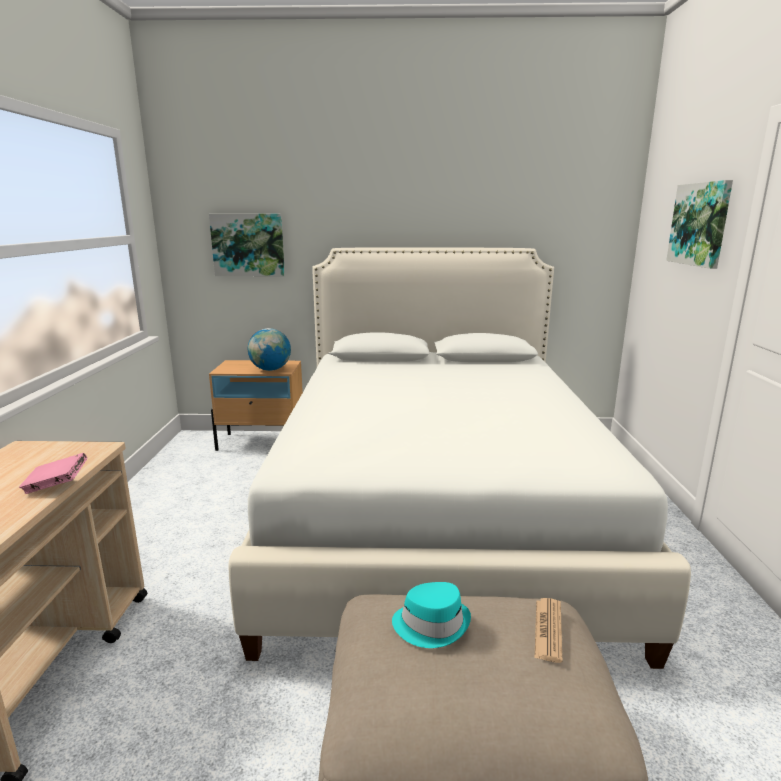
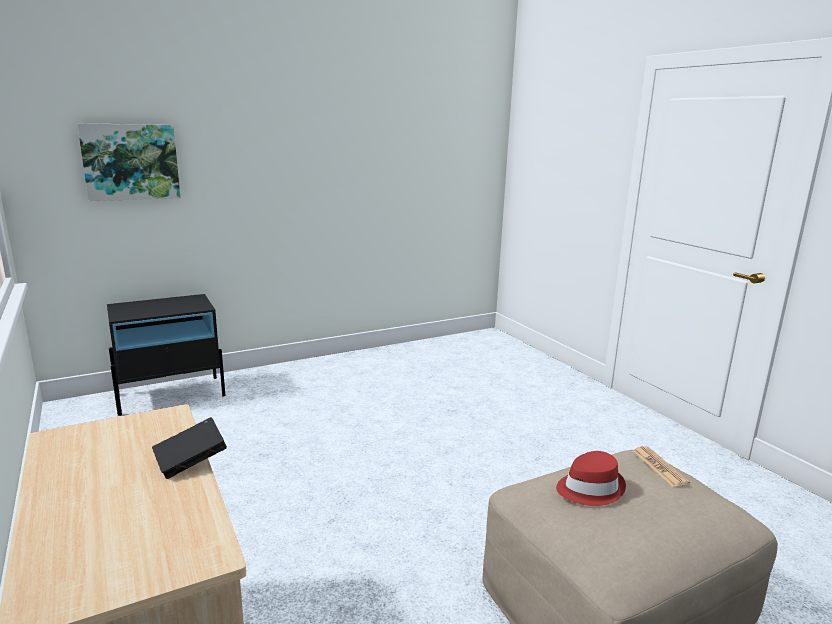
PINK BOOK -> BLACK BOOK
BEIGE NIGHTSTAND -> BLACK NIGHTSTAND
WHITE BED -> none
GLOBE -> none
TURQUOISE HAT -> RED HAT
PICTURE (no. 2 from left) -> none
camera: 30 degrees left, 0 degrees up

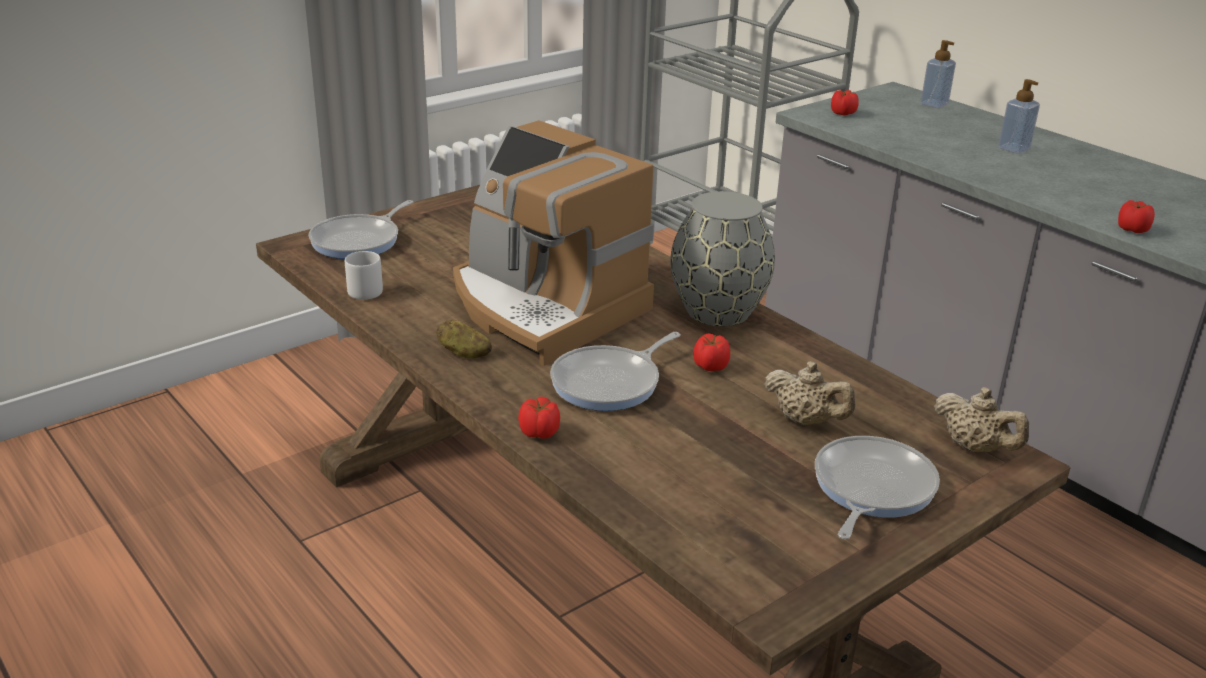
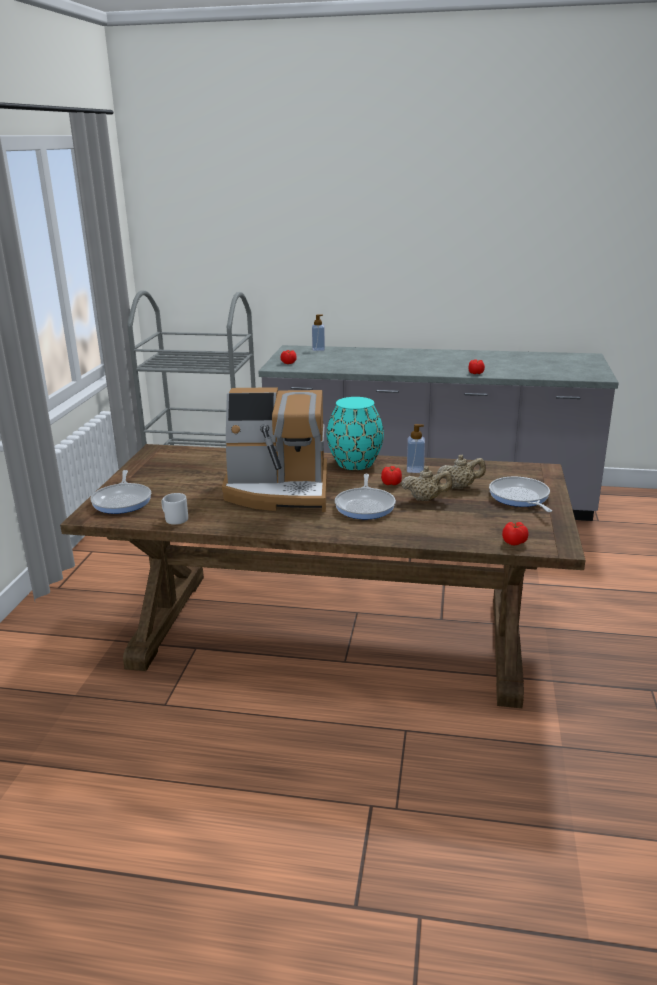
POTATO -> none
TOMATO (no. 1 from left in the first image) -> TOMATO (no. 4 from left), shifted
GREY VASE -> TURQUOISE VASE
BEIGE TEAPOT (no. 2 from left in the first image) -> BEIGE TEAPOT (no. 1 from left), shifted
SOAP DISPENSER (no. 2 from left), shifted
camera: 40 degrees left, 5 degrees down

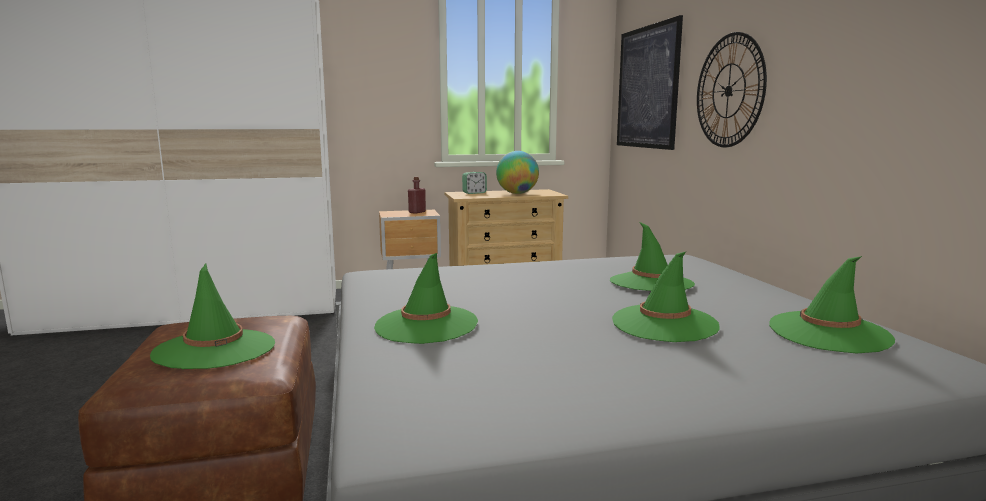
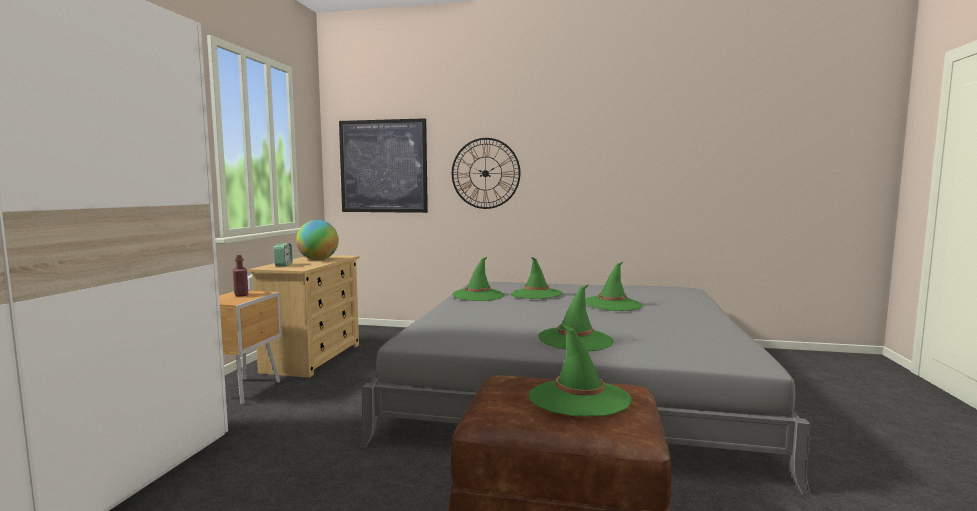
GREEN HAT (no. 5 from left in the first image) -> GREEN HAT (no. 1 from left), shifted
camera: 65 degrees left, 5 degrees down

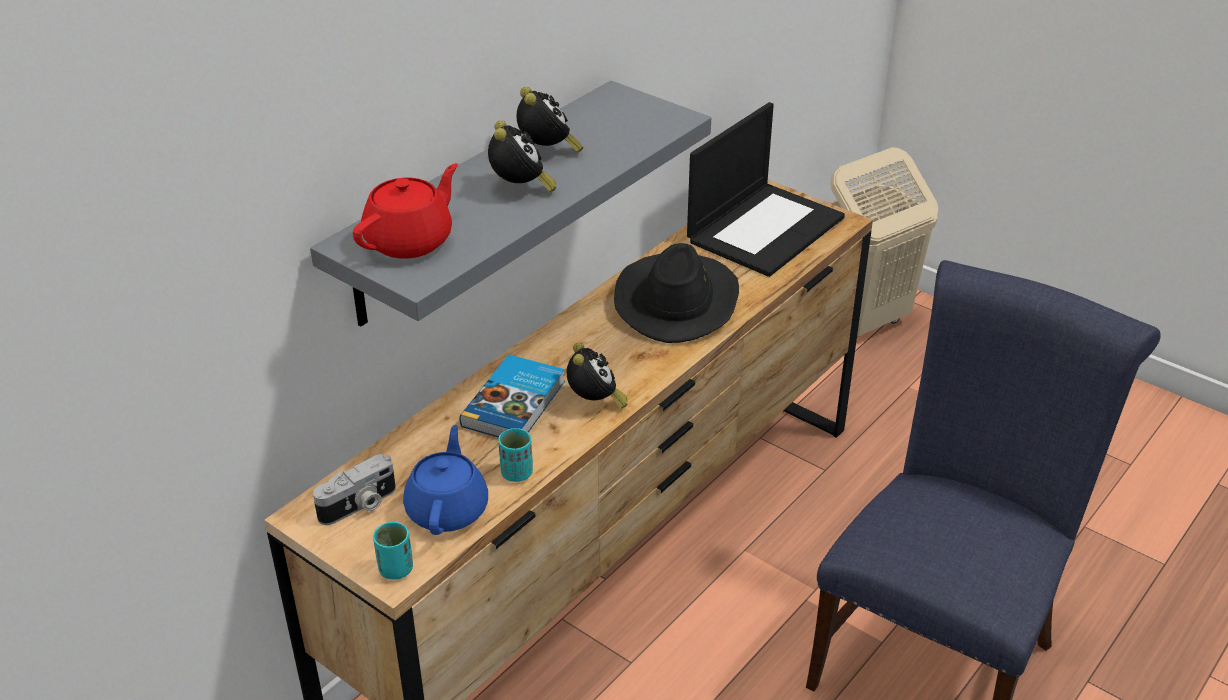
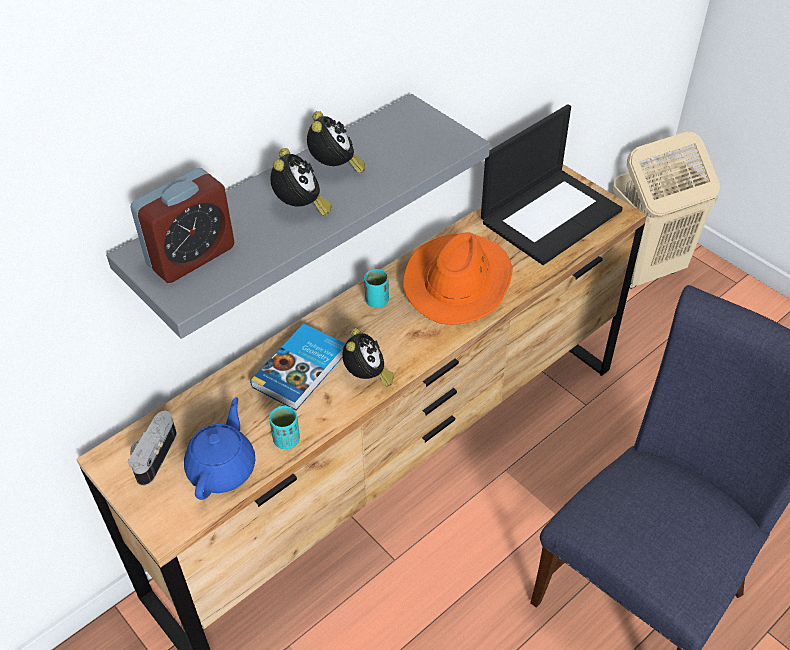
PHOTO CAMERA, 135 degrees clockwise
RED TEAPOT -> ALARM CLOCK (no. 1 from left)
TURQUOISE CUP (no. 1 from left in the first image) -> TURQUOISE CUP (no. 2 from left), shifted
BLACK HAT -> ORANGE HAT
camera: 10 degrees right, 10 degrees up

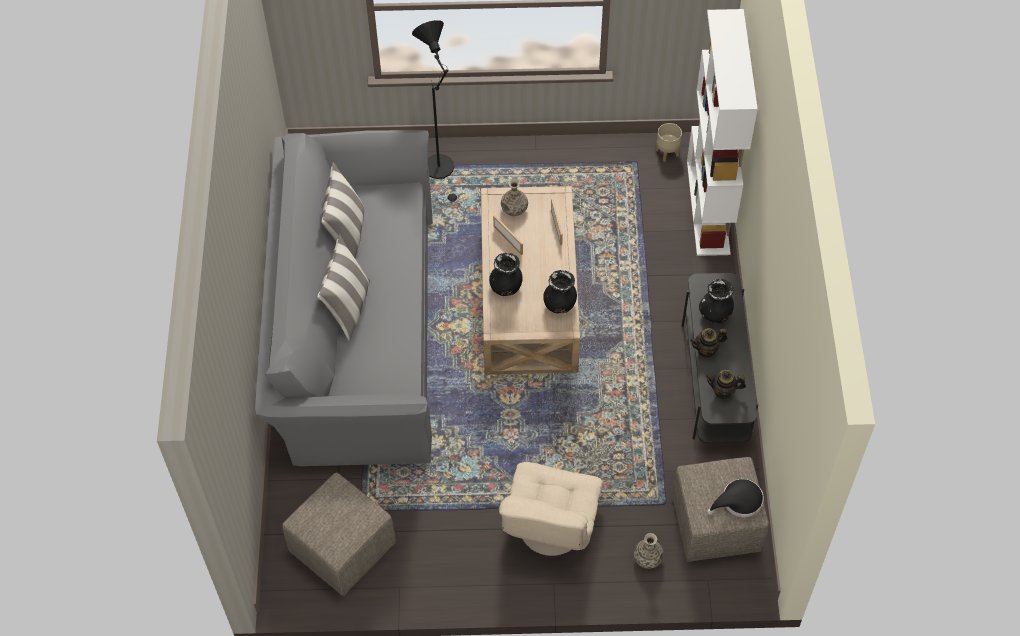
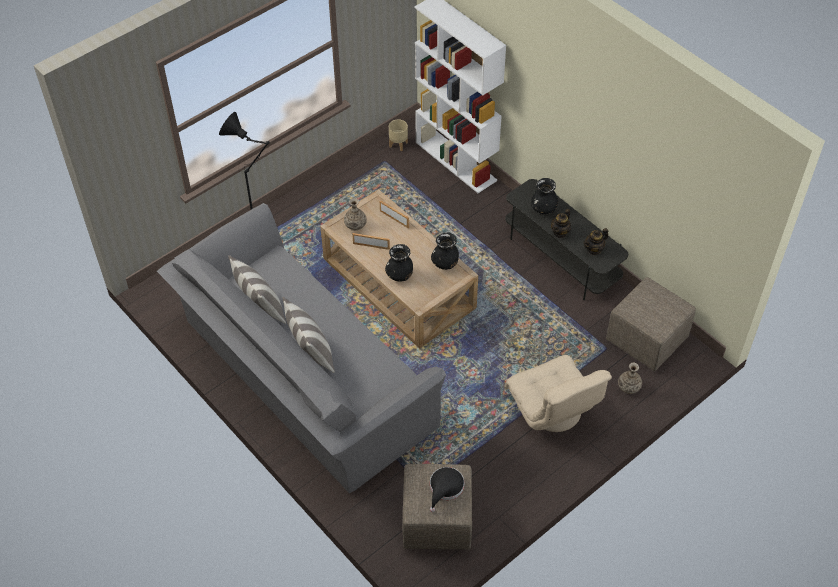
BLACK HAT, shifted
camera: 40 degrees left, 5 degrees down

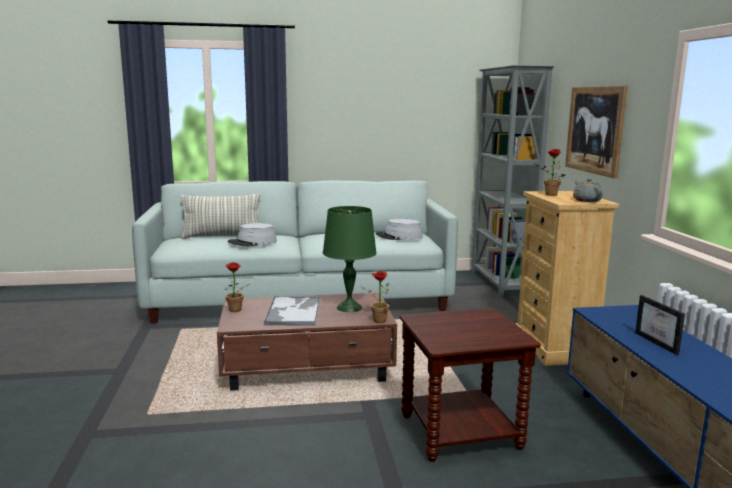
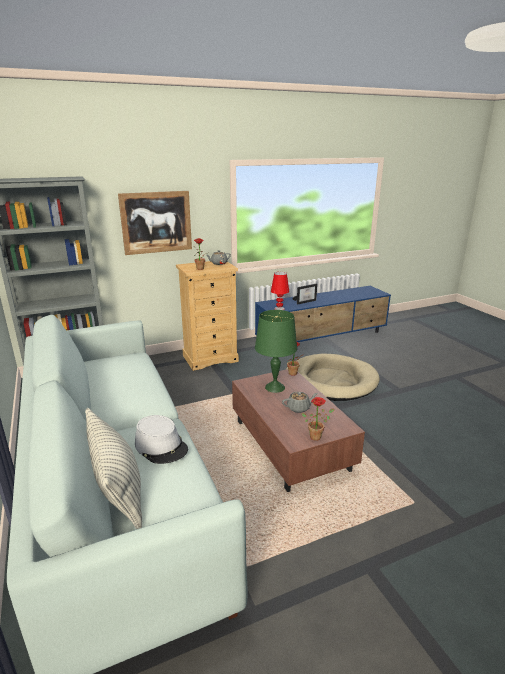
TRAY -> GREY TEAPOT (no. 2 from left)
GREY HAT (no. 2 from left) -> none
BROWN SIDE TABLE -> BEIGE DOG BED
none -> RED TABLE LAMP
camera: 105 degrees left, 10 degrees up

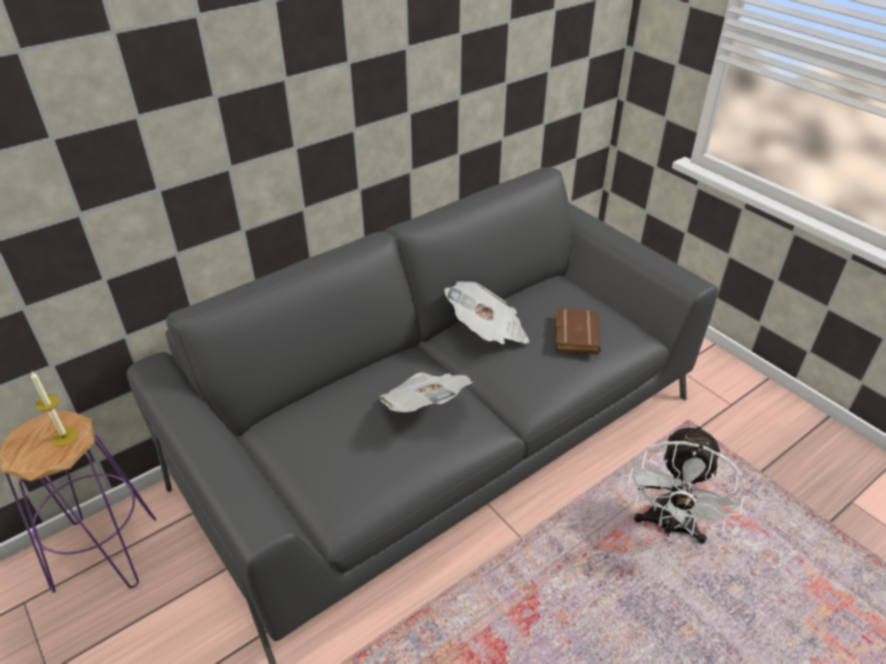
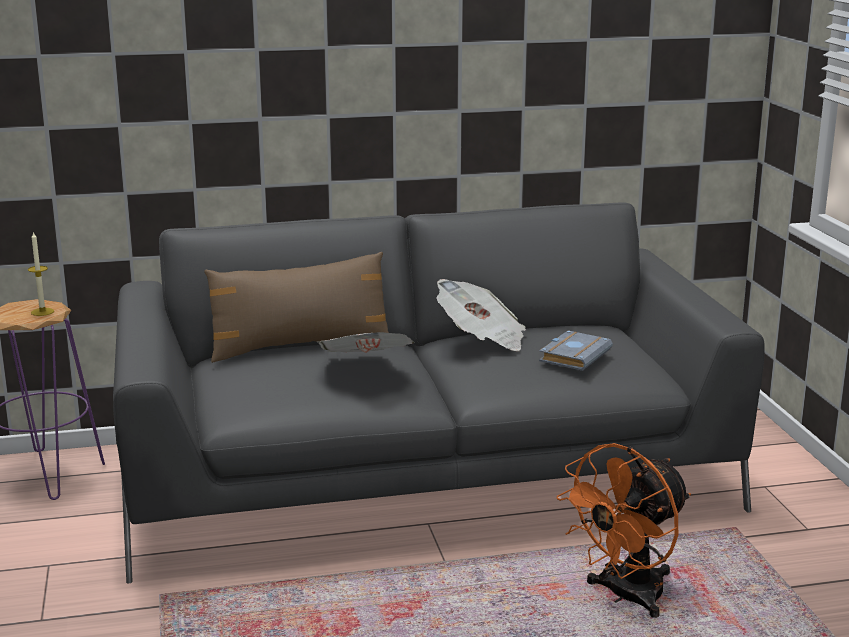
BROWN BOOK -> GREY BOOK
WHITE FAN -> ORANGE FAN
none -> BROWN PILLOW
camera: 25 degrees right, 20 degrees down

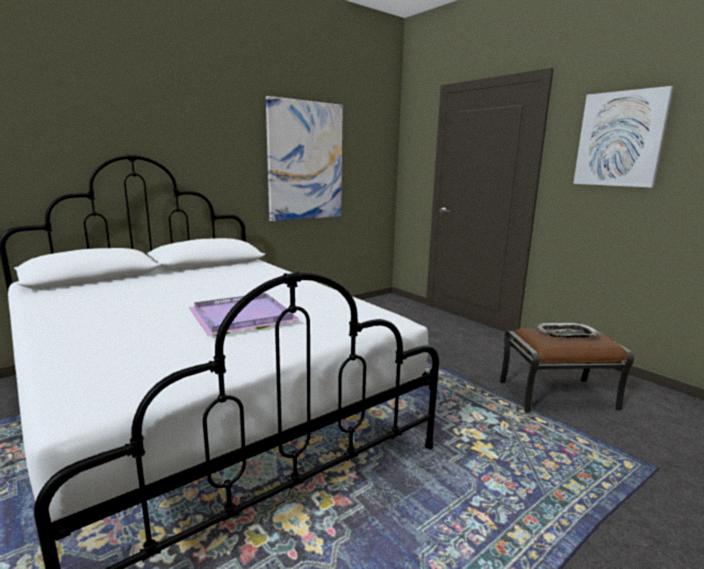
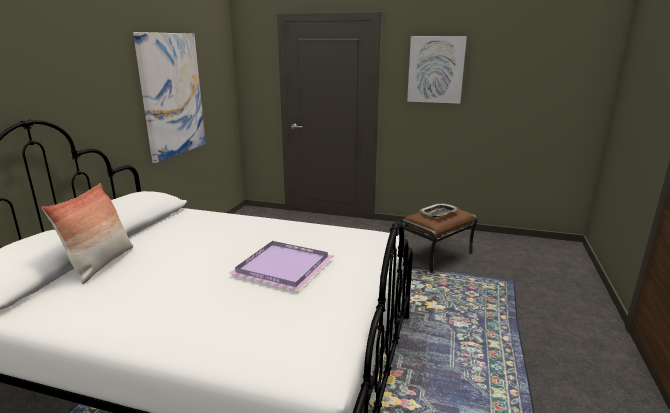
none -> PILLOW
camera: 35 degrees left, 5 degrees up

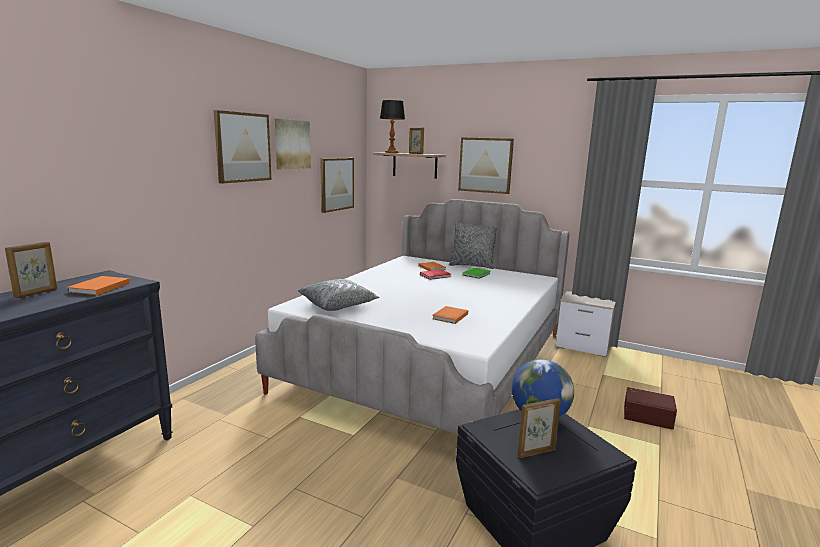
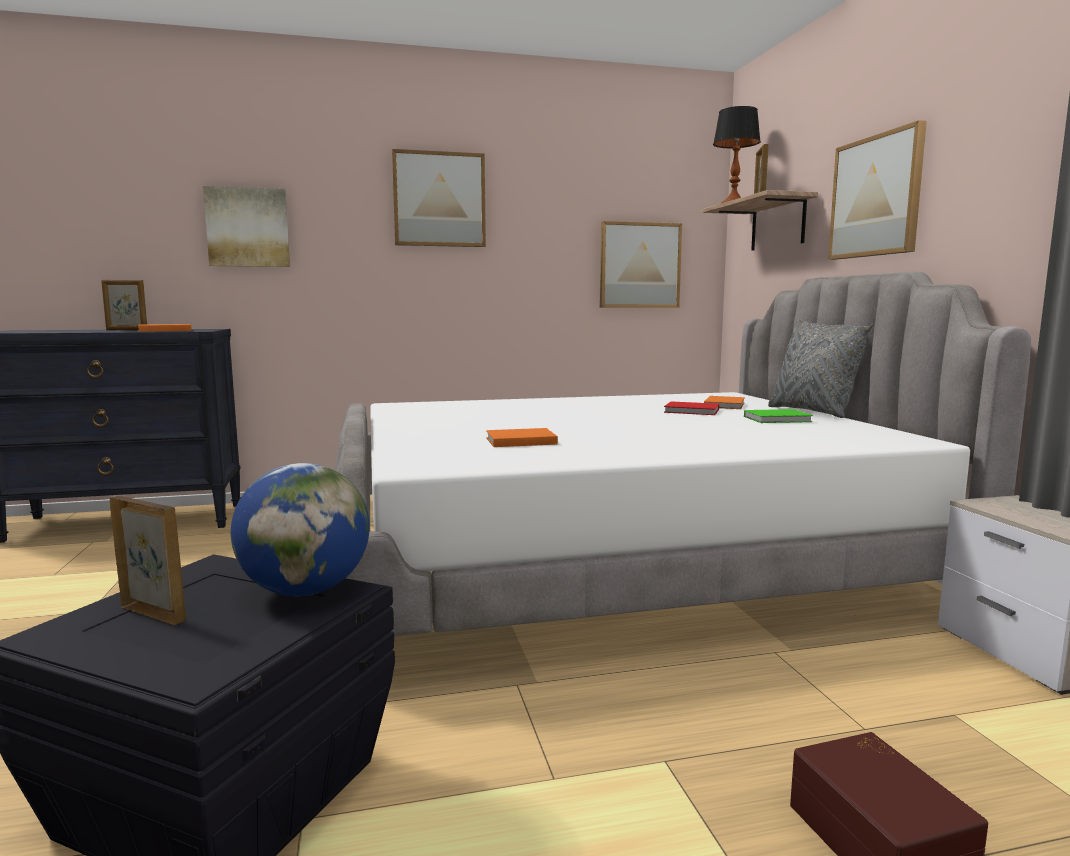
PICTURE (no. 2 from left in the first image) -> PICTURE (no. 1 from left), shifted
GREY PILLOW (no. 1 from left) -> none
camera: 50 degrees right, 5 degrees down

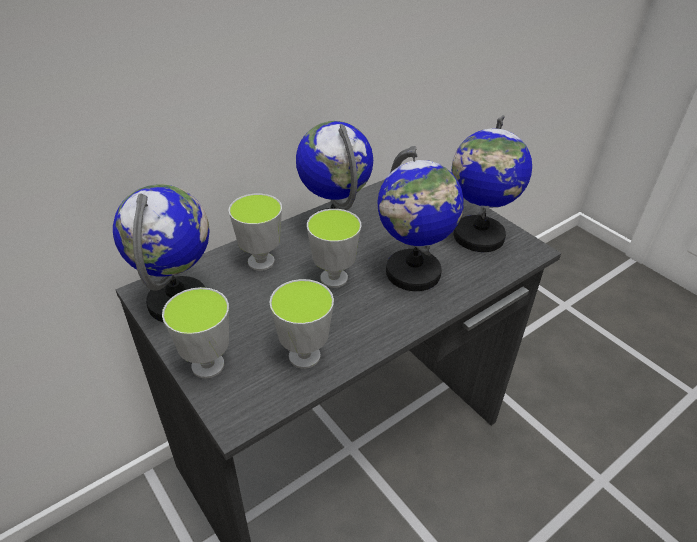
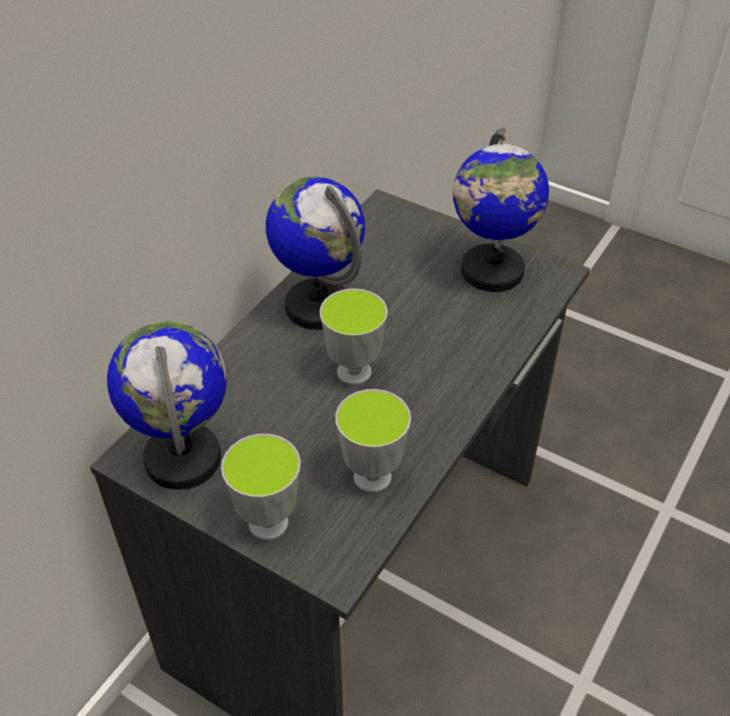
CUP (no. 2 from left) -> none
GLOBE (no. 3 from left) -> none
camera: 20 degrees left, 5 degrees up

